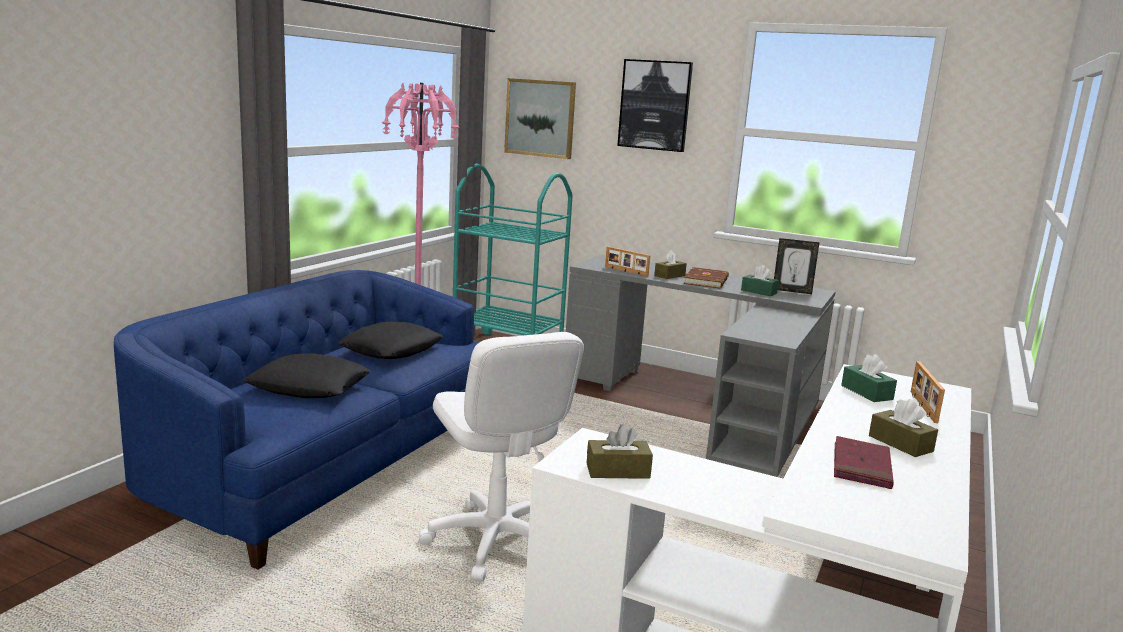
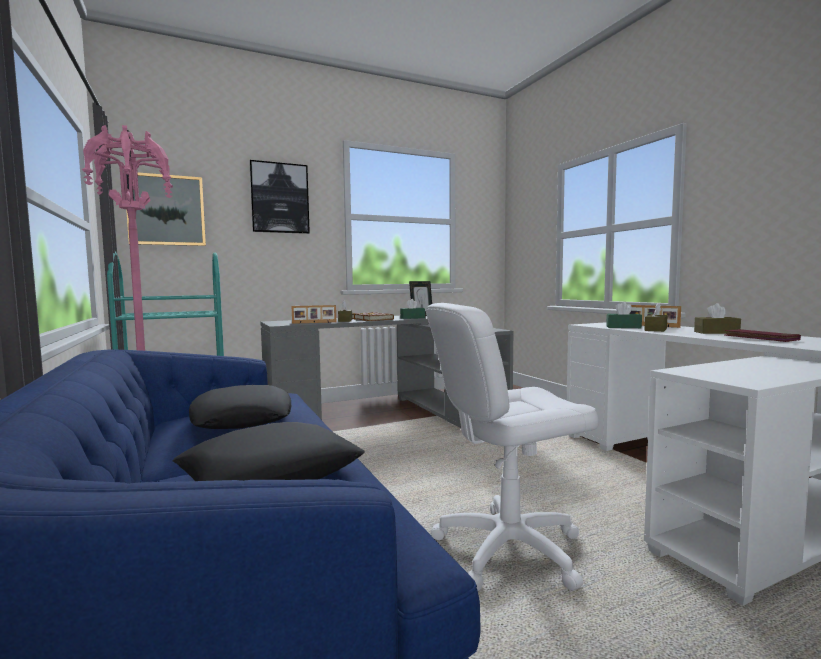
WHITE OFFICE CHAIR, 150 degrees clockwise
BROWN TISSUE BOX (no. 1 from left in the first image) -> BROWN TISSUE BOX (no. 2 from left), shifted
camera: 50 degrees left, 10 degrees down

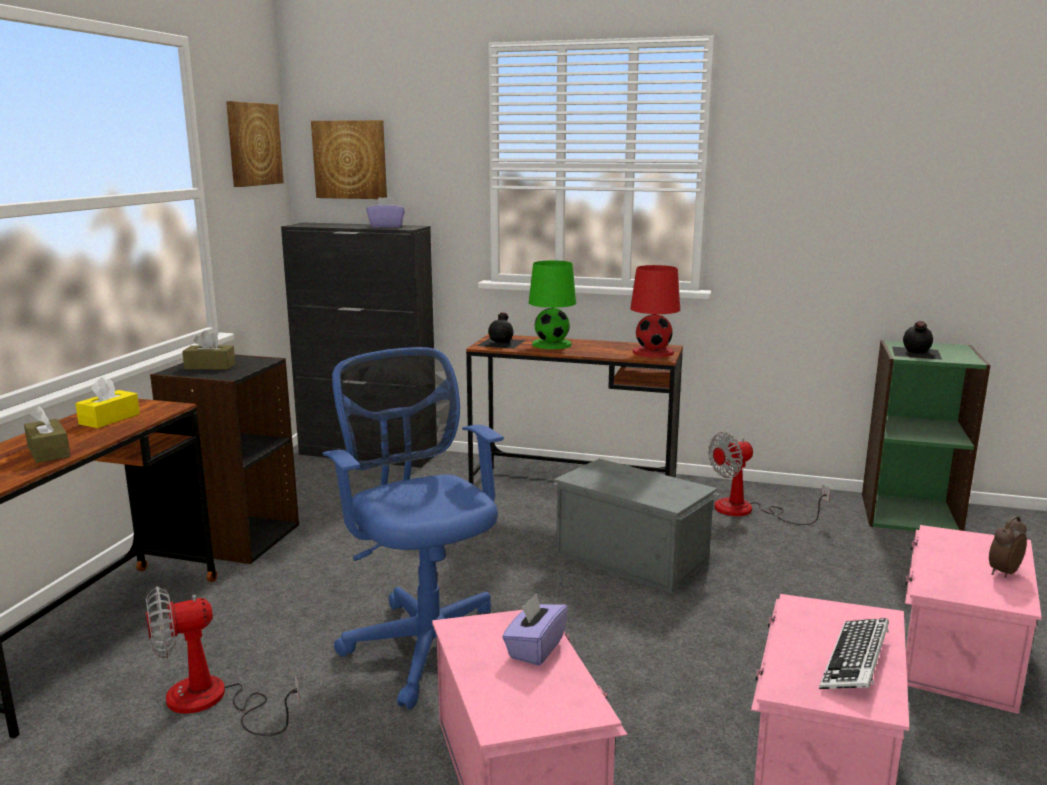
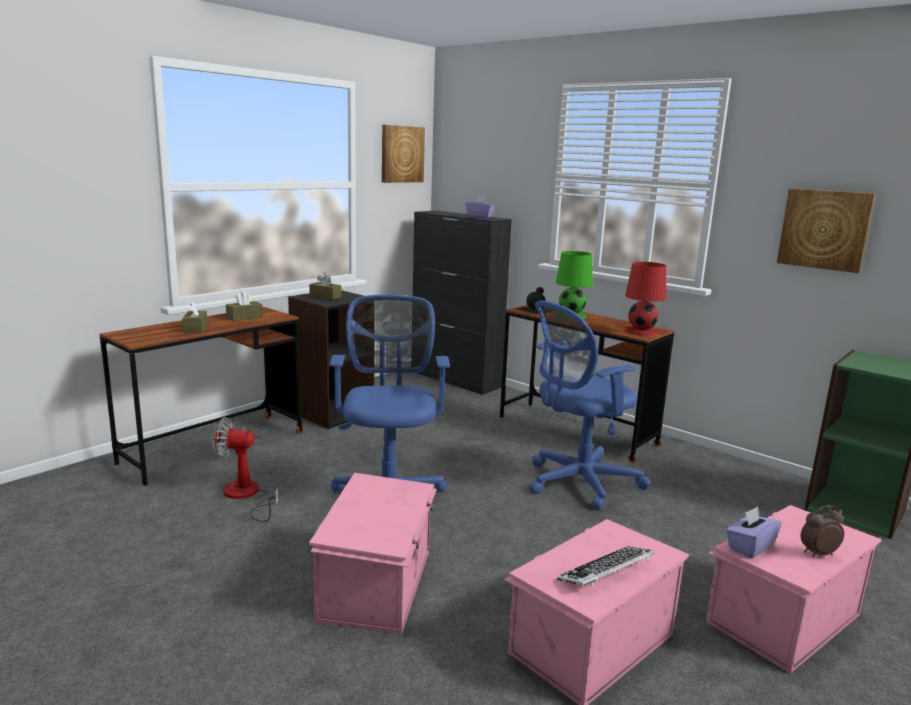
YELLOW TISSUE BOX -> BROWN TISSUE BOX (no. 2 from left)
PICTURE (no. 2 from left), shifted
PURPLE TISSUE BOX (no. 2 from left), shifted
GREY STORAGE BOX -> BLUE OFFICE CHAIR (no. 2 from left)
FAN (no. 2 from left) -> none
BLACK BOTTLE (no. 2 from left) -> none
camera: 25 degrees right, 0 degrees up

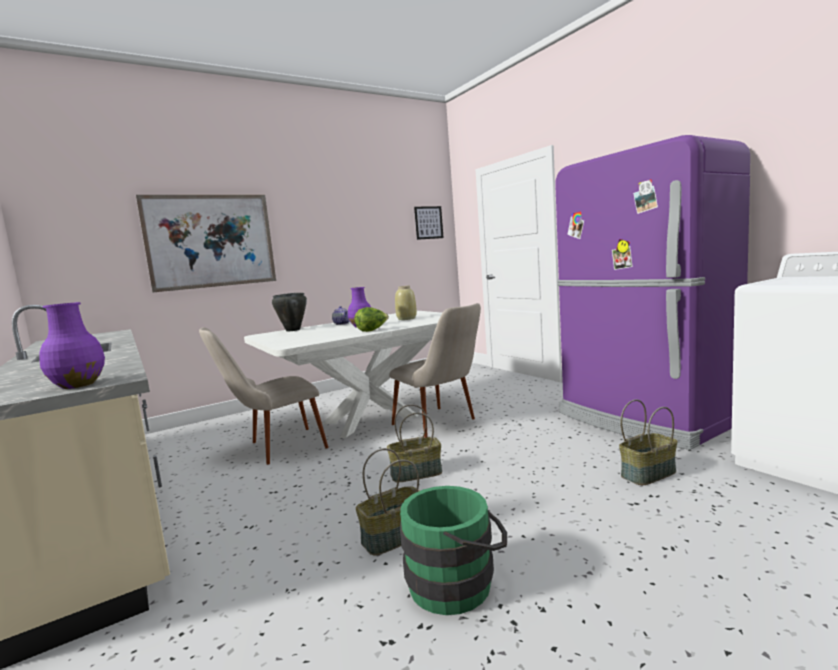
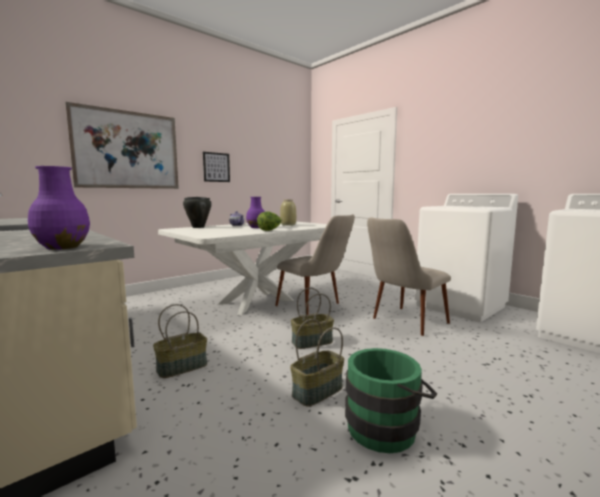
BEIGE CHAIR (no. 1 from left in the first image) -> BEIGE CHAIR (no. 2 from left), shifted
PICTURE (no. 2 from left), shifted
PURPLE FRIDGE -> WHITE WASHING MACHINE (no. 1 from left)
BASKET (no. 3 from left in the first image) -> BASKET (no. 1 from left), shifted
camera: 10 degrees left, 0 degrees up

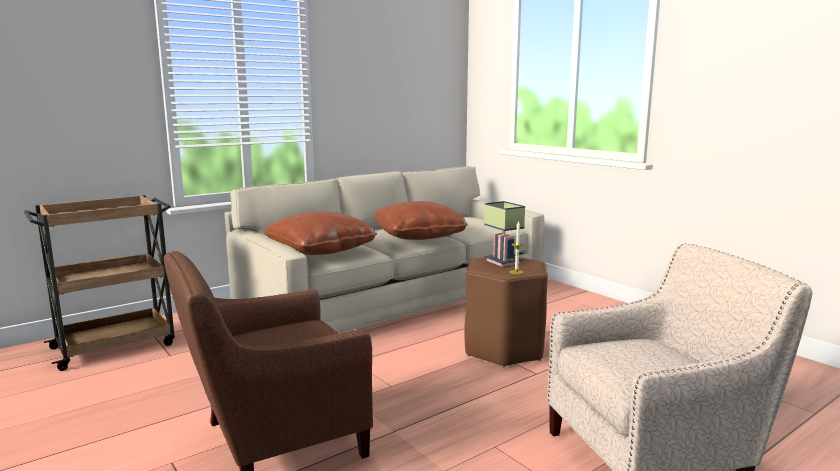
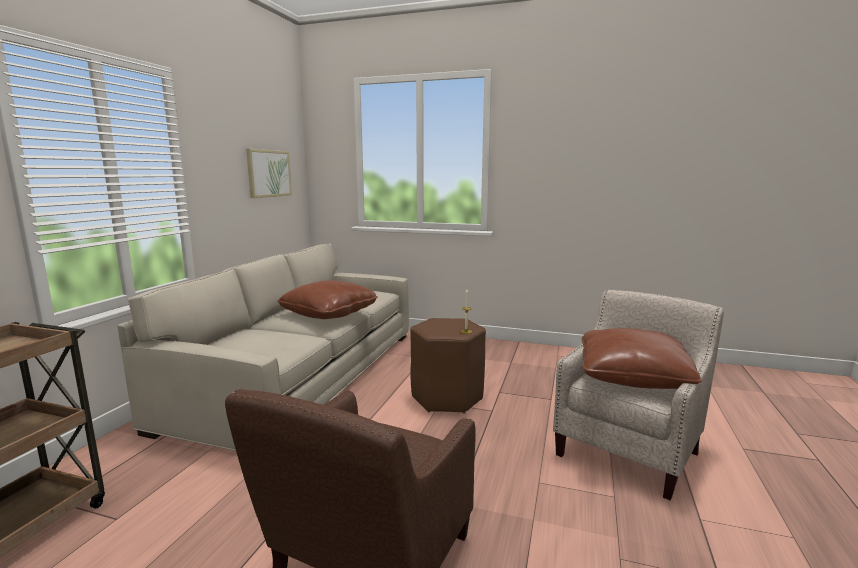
BROWN PILLOW (no. 1 from left in the first image) -> BROWN PILLOW (no. 2 from left), shifted
TABLE LAMP -> none
none -> PICTURE
camera: 35 degrees left, 0 degrees up

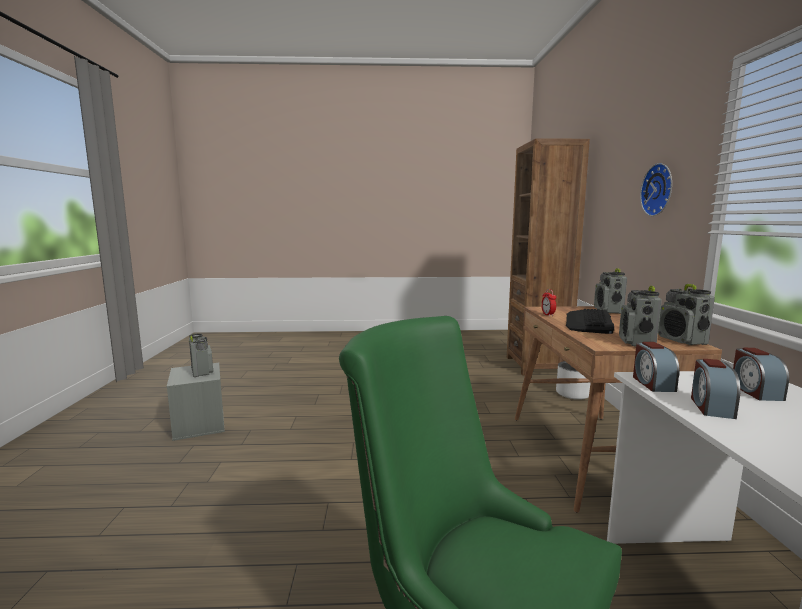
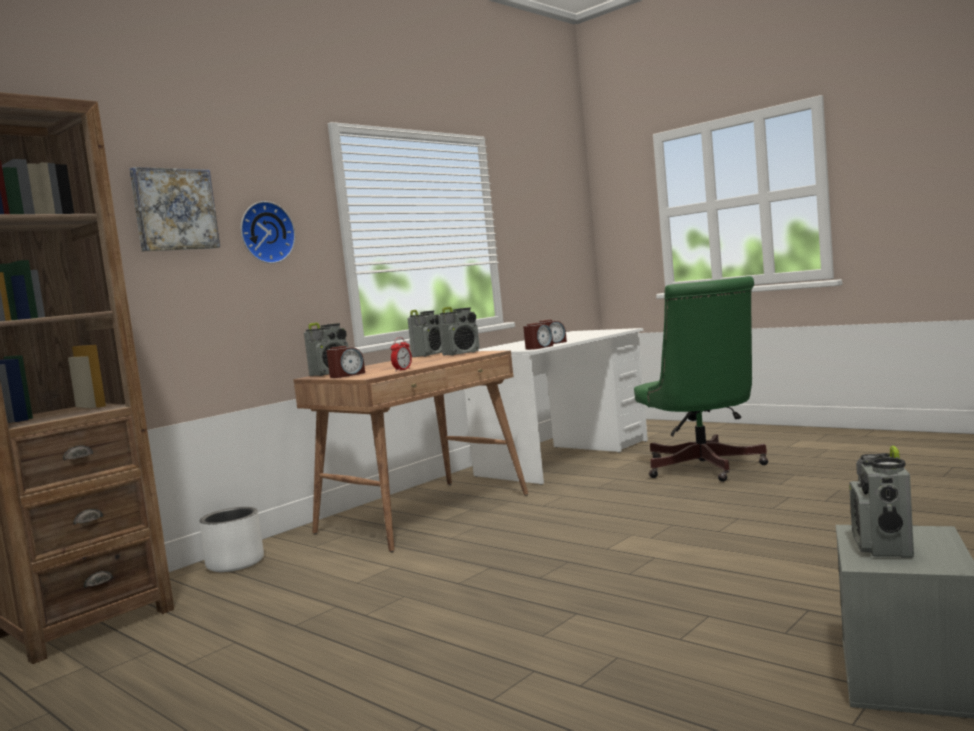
KEYBOARD -> none
ALARM CLOCK (no. 4 from left in the first image) -> ALARM CLOCK (no. 1 from left), shifted
none -> PICTURE
camera: 135 degrees left, 5 degrees down

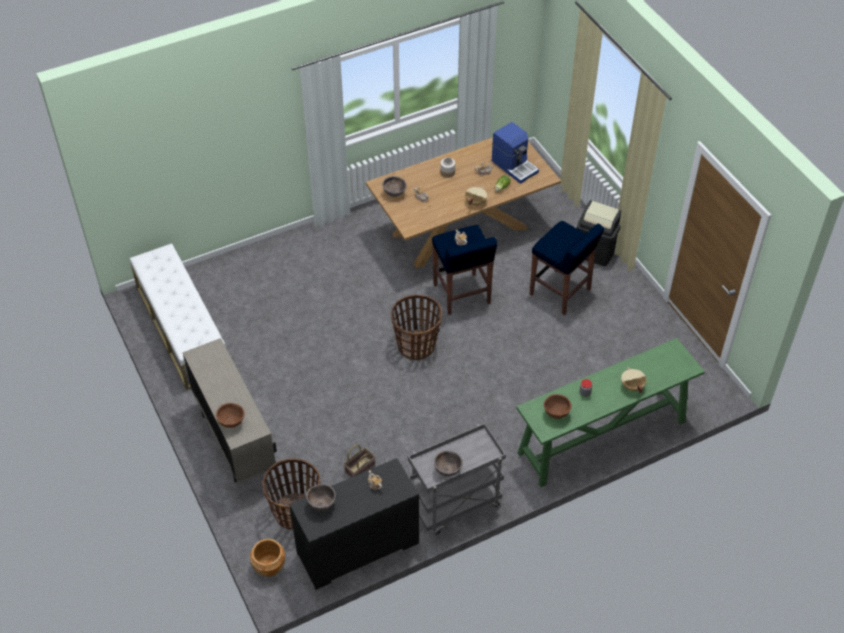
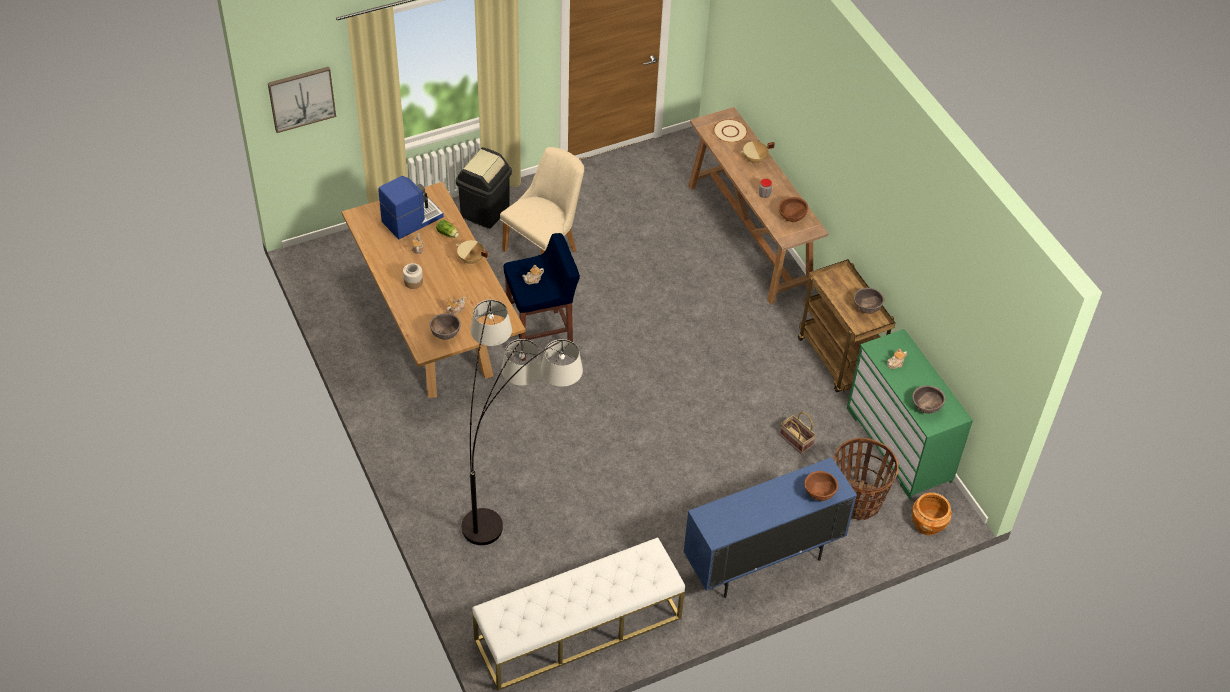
BEIGE CABINET -> BLUE CABINET
BLACK DRESSER -> GREEN DRESSER
BASKET (no. 3 from left) -> none
GREY CART -> BROWN CART
GREEN CONSOLE TABLE -> BROWN CONSOLE TABLE
BLUE STOOL (no. 2 from left) -> BEIGE CHAIR
none -> PICTURE
none -> FLOOR LAMP
none -> BEIGE PLATE
camera: 90 degrees left, 0 degrees up

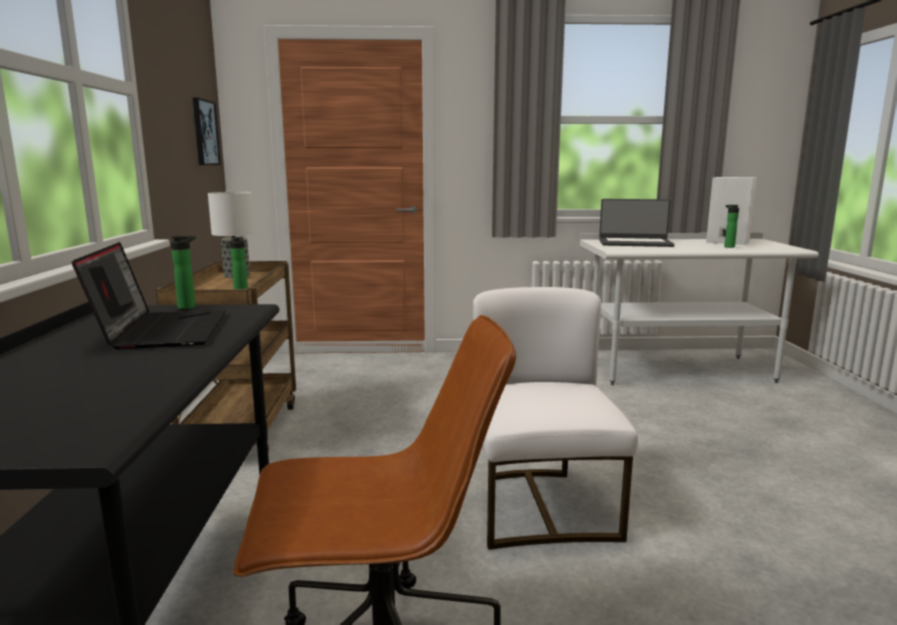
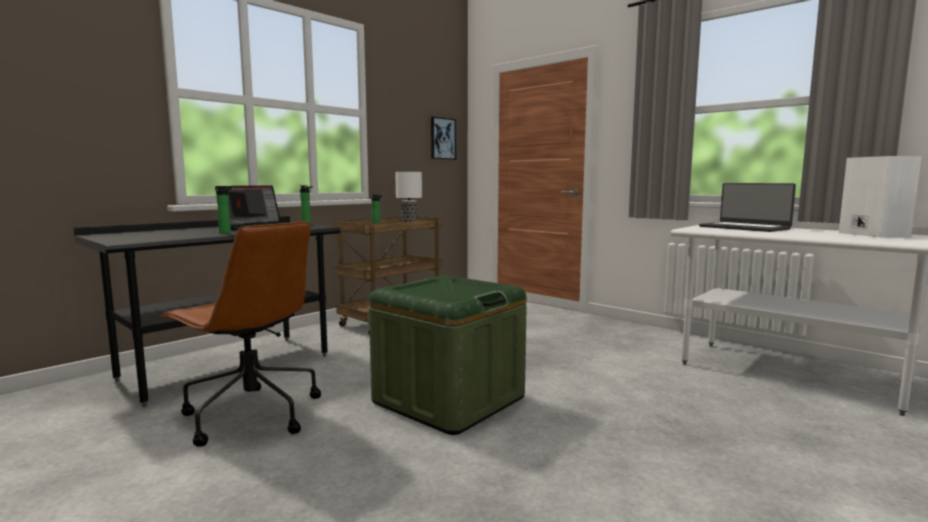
WHITE CHAIR -> GREEN STORAGE BOX
BOTTLE (no. 3 from left in the first image) -> BOTTLE (no. 1 from left), shifted
camera: 45 degrees right, 5 degrees down

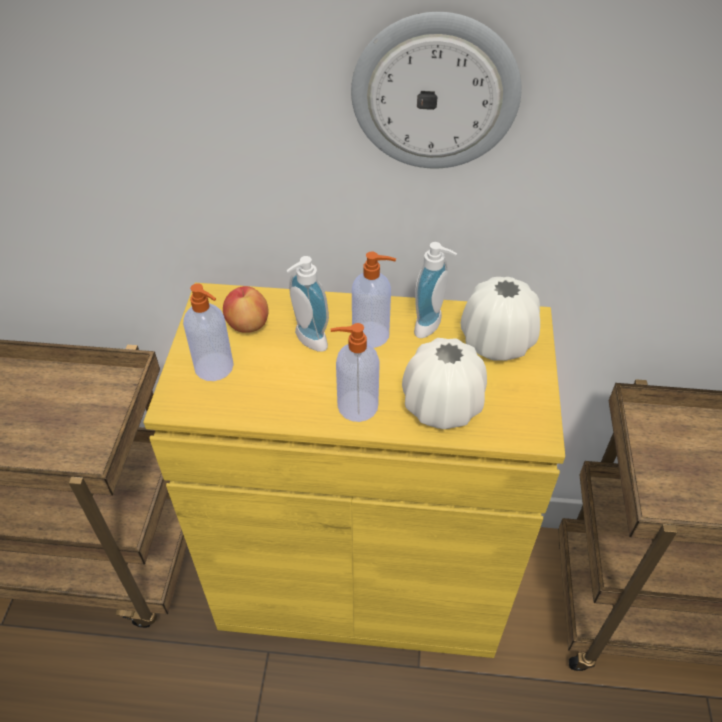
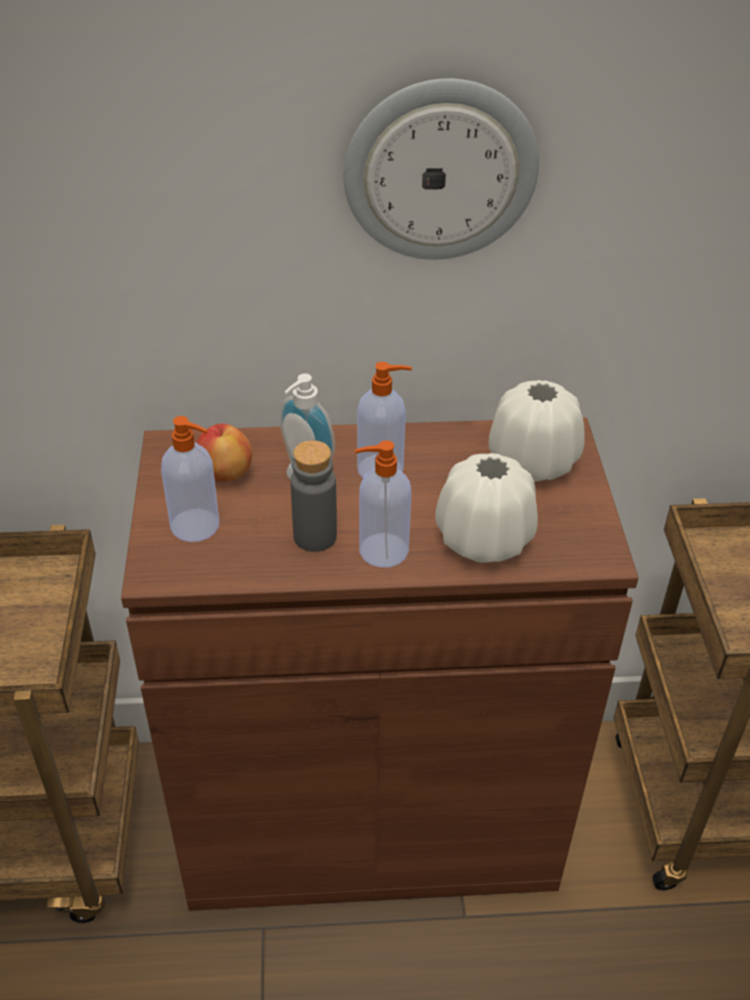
YELLOW CABINET -> BROWN CABINET
SOAP DISPENSER (no. 5 from left) -> none
none -> GREY BOTTLE
camera: 10 degrees left, 5 degrees down

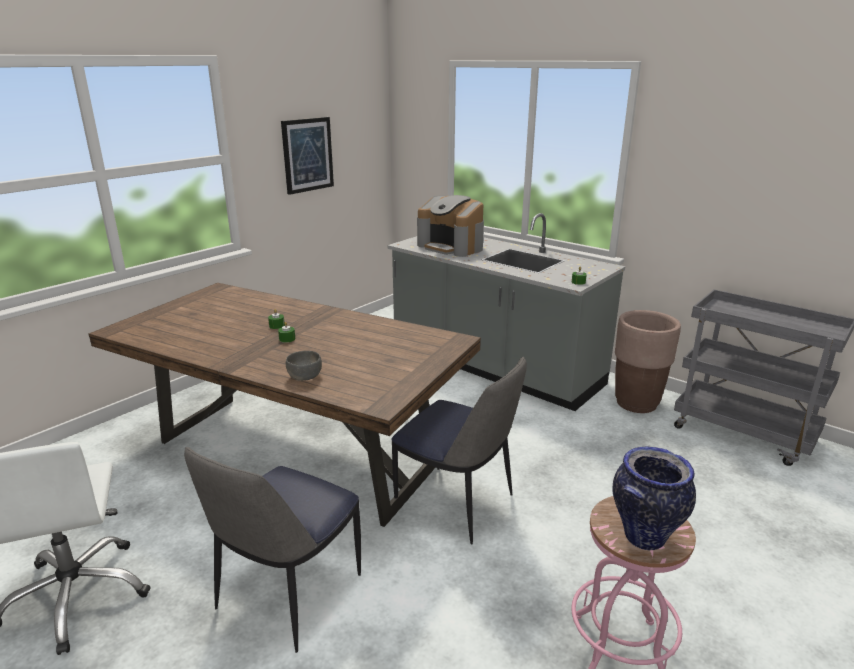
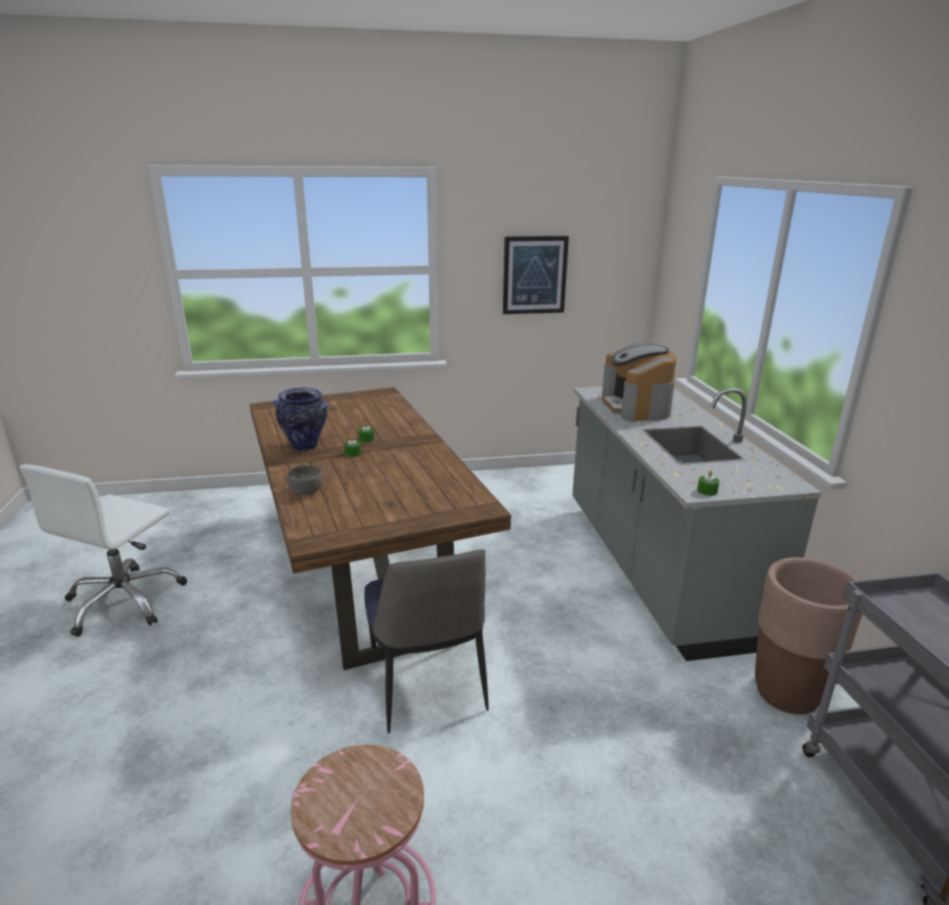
CHAIR (no. 1 from left) -> none
VASE, shifted
camera: 40 degrees right, 0 degrees up

